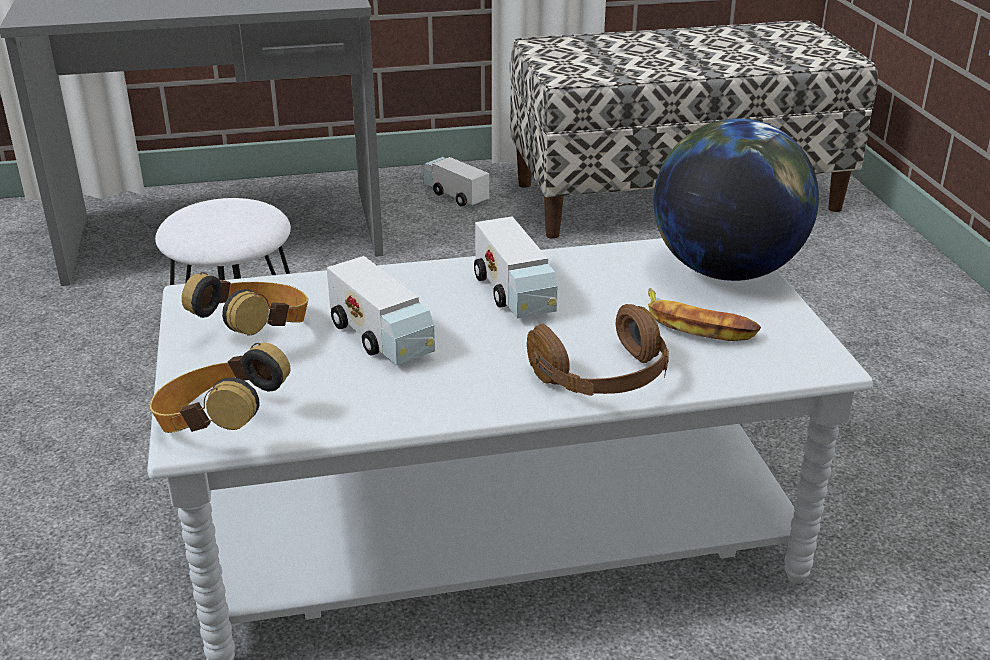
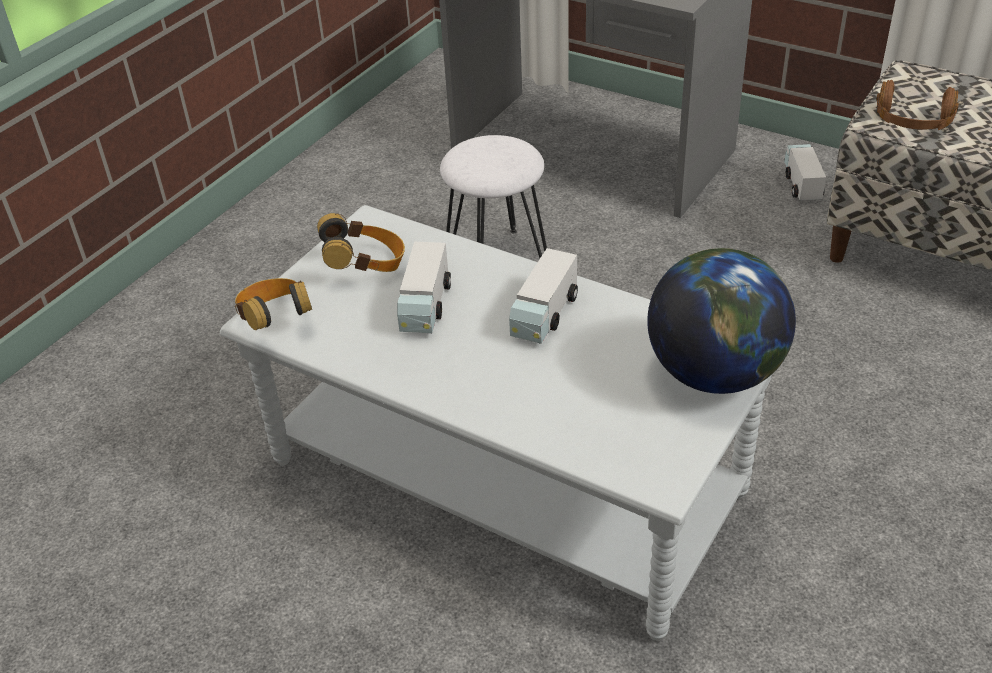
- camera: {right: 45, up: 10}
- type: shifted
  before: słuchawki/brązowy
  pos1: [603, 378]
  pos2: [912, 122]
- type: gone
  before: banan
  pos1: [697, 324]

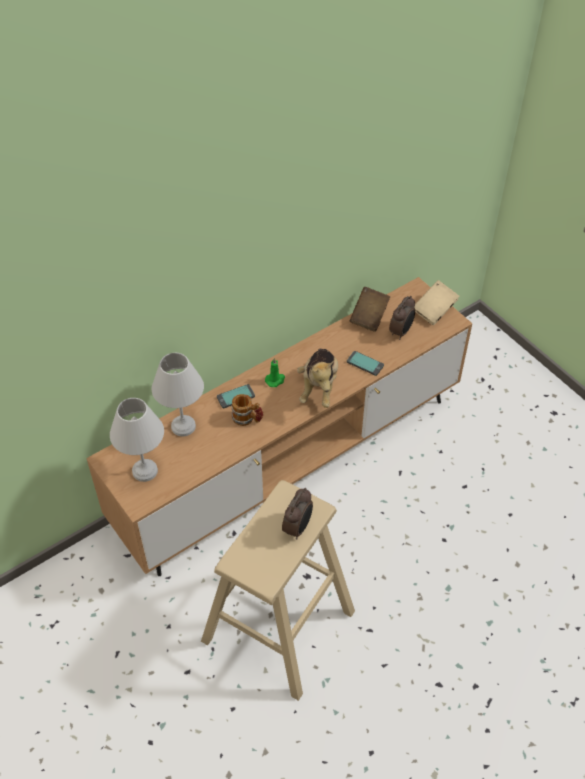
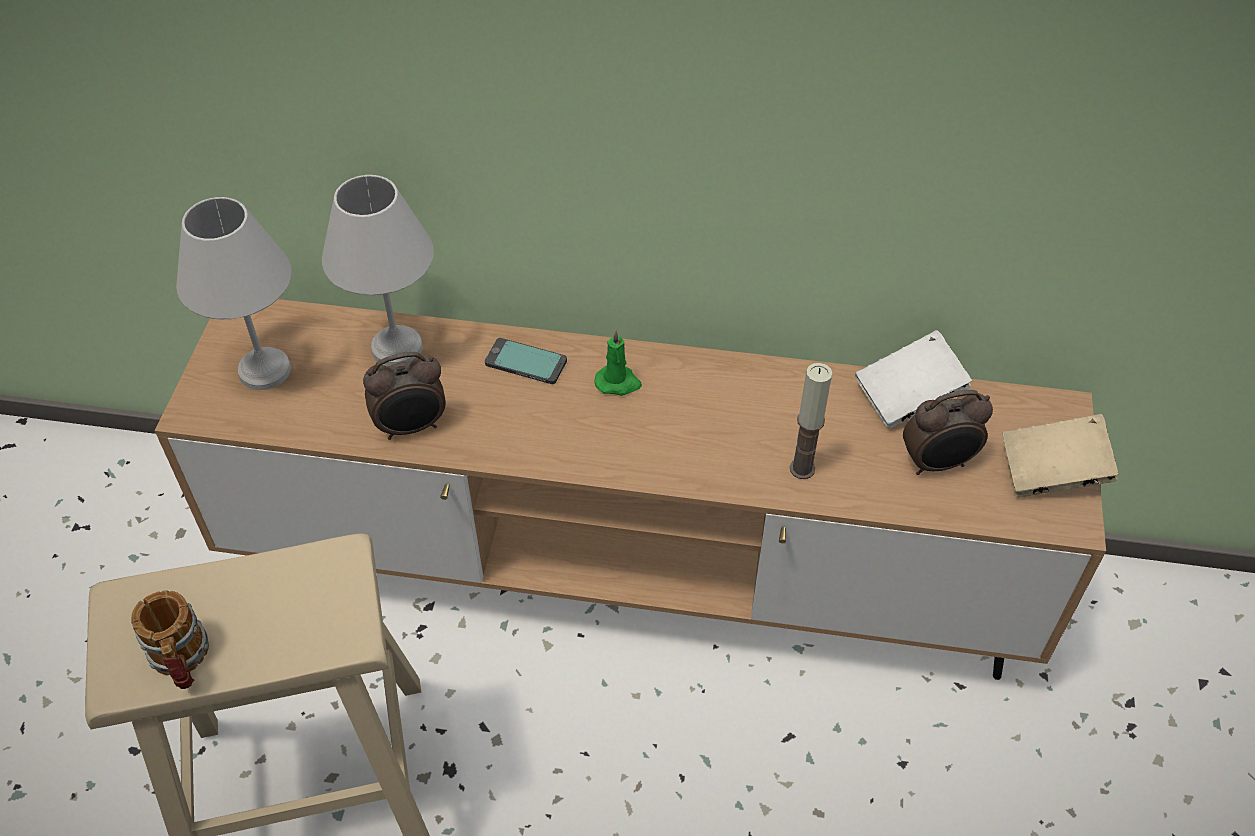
- camera: {right: 45, up: 0}
- type: shifted
  before: kubek
  pos1: [247, 419]
  pos2: [182, 661]
- type: shifted
  before: budzik
  pos1: [298, 527]
  pos2: [412, 427]
- type: swapped
  before: telefon
  after: świeca
  pos1: [365, 363]
  pos2: [802, 469]
- type: repainted
  before: książka/brązowy
  after: książka/biały
  pos1: [369, 317]
  pos2: [908, 396]
- type: gone
  before: pluszak
  pos1: [319, 387]

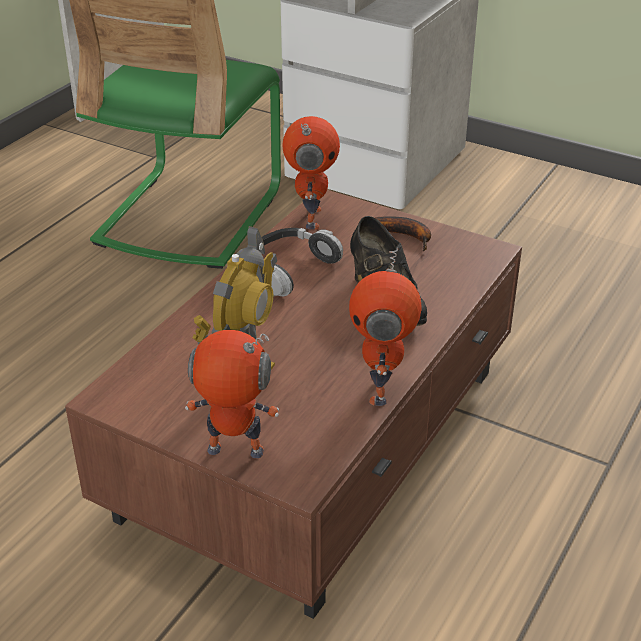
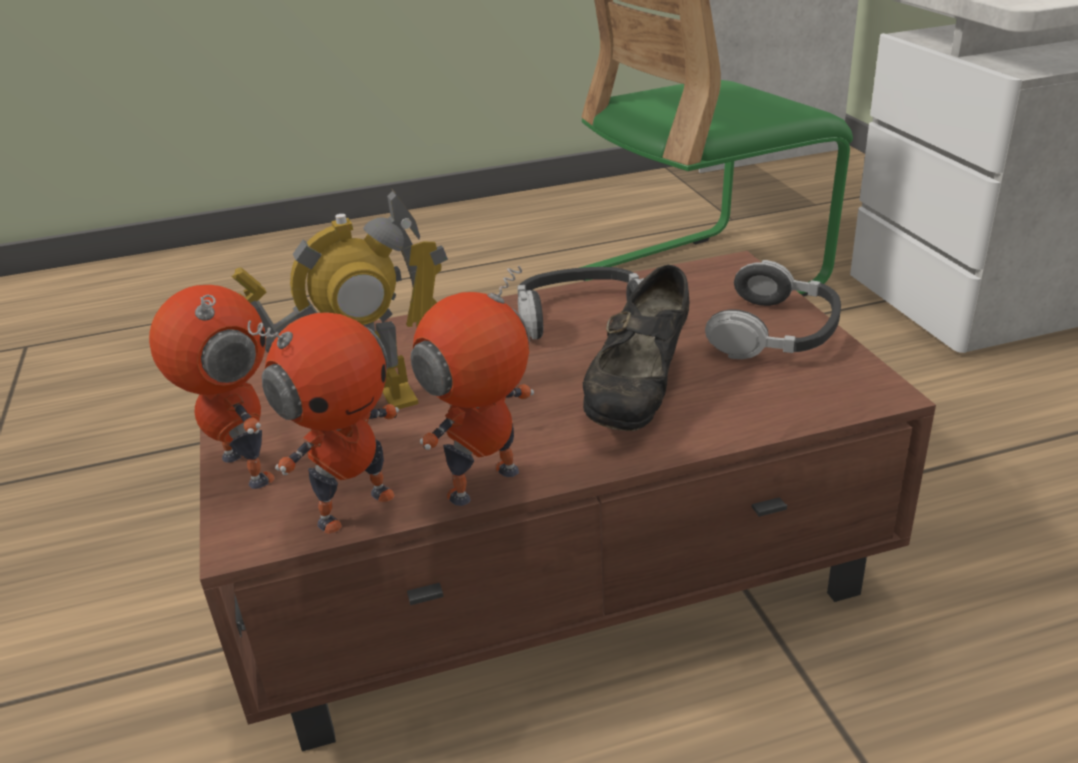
- camera: {right: 45, up: -5}
- type: shifted
  before: robot zabawkowy
  pos1: [310, 218]
  pos2: [354, 507]
- type: swapped
  before: banan
  after: słuchawki
  pos1: [404, 236]
  pos2: [776, 332]

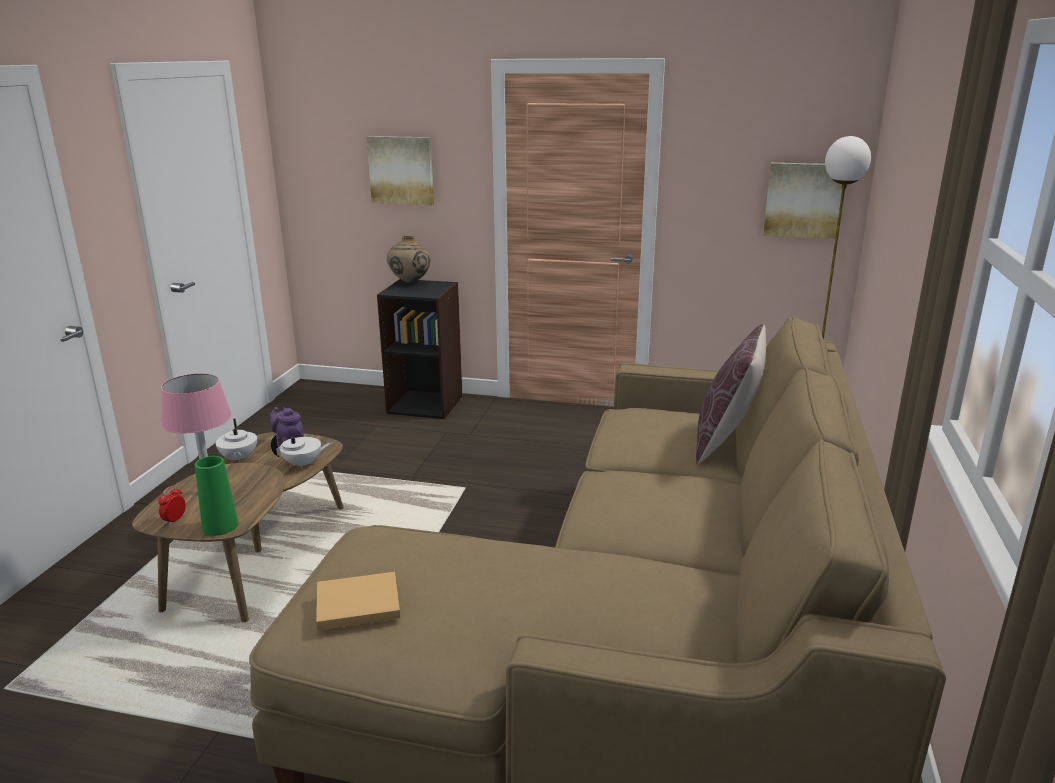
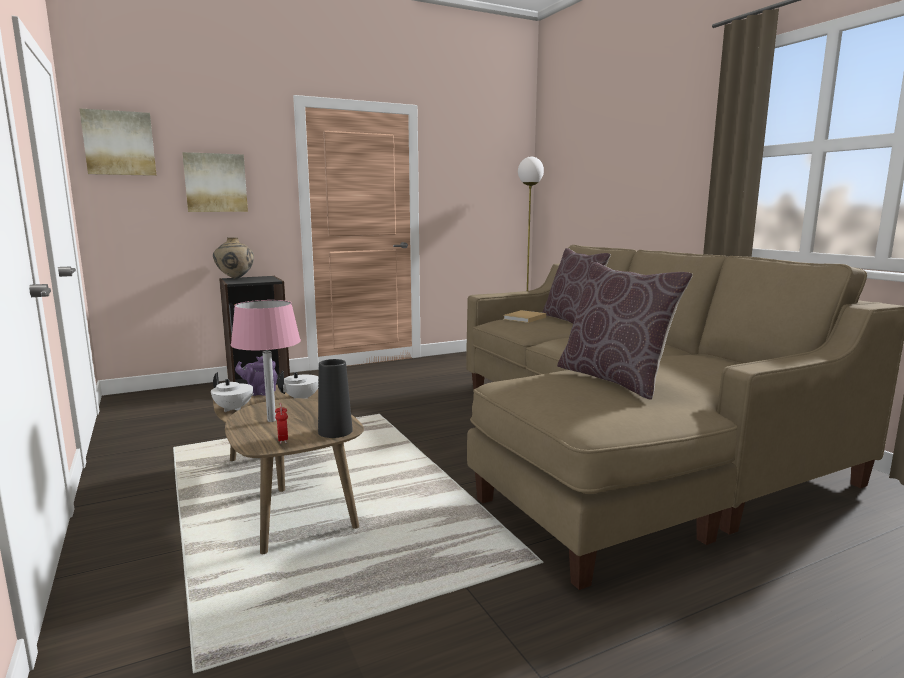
- camera: {right: -40, up: -10}
- type: shifted
  before: obraz
  pos1: [803, 200]
  pos2: [119, 143]
- type: repainted
  before: wazon/zielony
  after: wazon/czarny
  pos1: [220, 526]
  pos2: [335, 431]
- type: shifted
  before: książka/beżowy
  pos1: [355, 604]
  pos2: [524, 318]
- type: new
  after: poduszka/brązowy
  pos2: [614, 379]

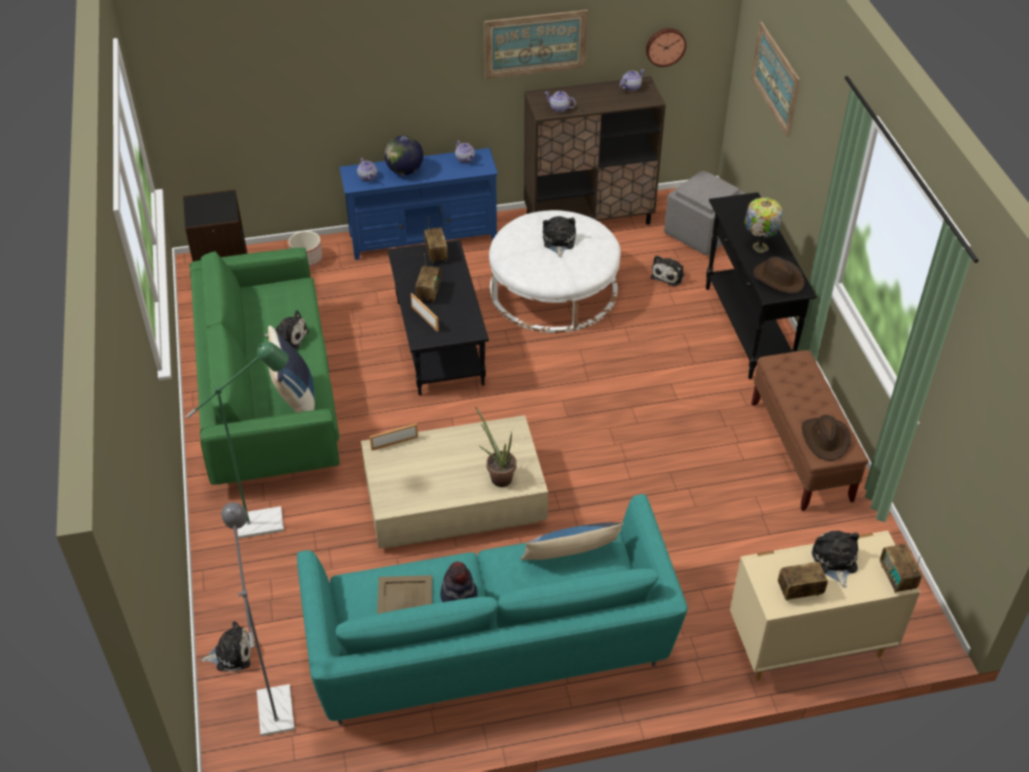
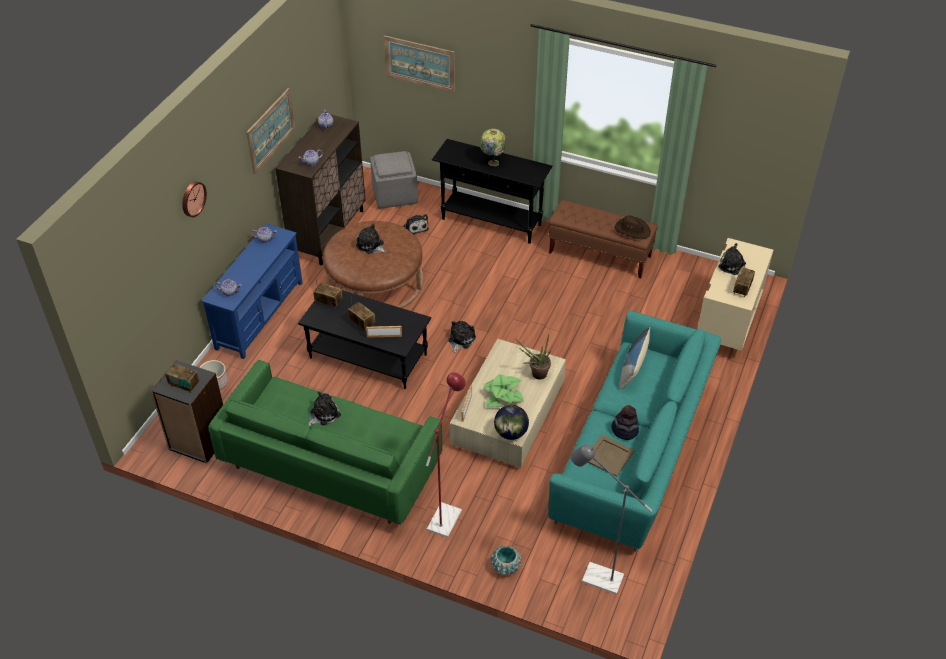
- camera: {right: -55, up: 0}
- type: shifted
  before: radio
  pos1: [897, 577]
  pos2: [184, 385]
- type: shifted
  before: zegar ścienny
  pos1: [665, 46]
  pos2: [192, 198]
- type: repainted
  before: pufa/biały
  after: pufa/brązowy
  pos1: [553, 289]
  pos2: [374, 281]
- type: repainted
  before: lampa stojąca/zielony
  after: lampa stojąca/czerwony
  pos1: [269, 521]
  pos2: [447, 514]
- type: shifted
  before: pluszak
  pos1: [231, 654]
  pos2: [460, 340]
- type: new
  after: roślina doniczkowa
  pos2: [503, 395]
- type: new
  after: donica/turkusowy
  pos2: [505, 566]
- type: shifted
  before: globus
  pos1: [405, 171]
  pos2: [511, 433]
- type: gone
  before: poduszka/niebieski
  pos1: [295, 399]
- type: gone
  before: kapelusz/brązowy
  pos1: [778, 278]

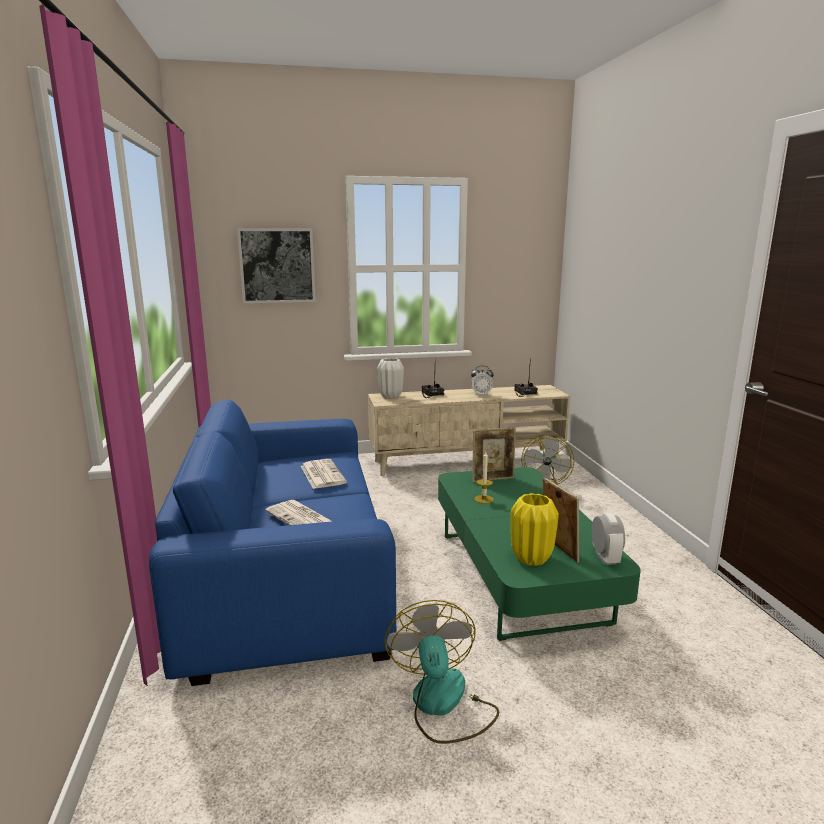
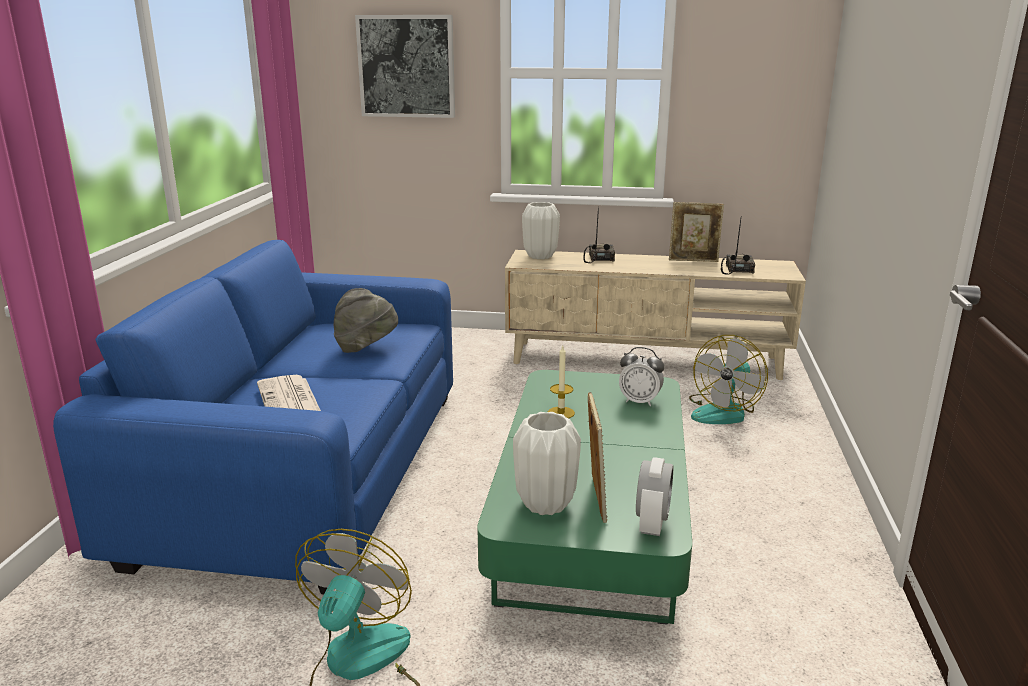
- camera: {right: 20, up: 5}
- type: swapped
  before: gazeta
  after: kapelusz/szary
  pos1: [321, 474]
  pos2: [366, 348]
- type: repainted
  before: wazon/żółty
  after: wazon/biały
  pos1: [532, 559]
  pos2: [546, 505]
- type: shifted
  before: budzik
  pos1: [481, 394]
  pos2: [640, 401]
- type: shifted
  before: ramka na zdjęcie
  pos1: [493, 479]
  pos2: [693, 260]

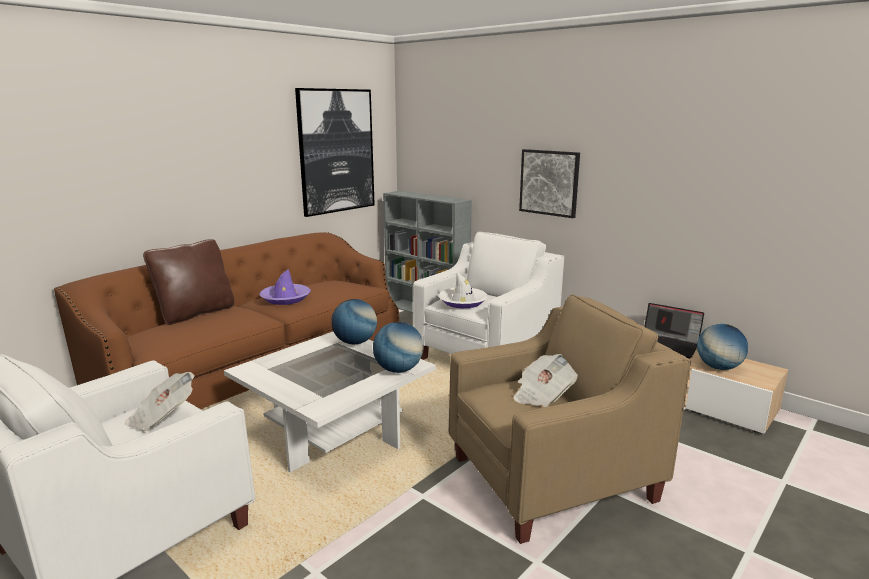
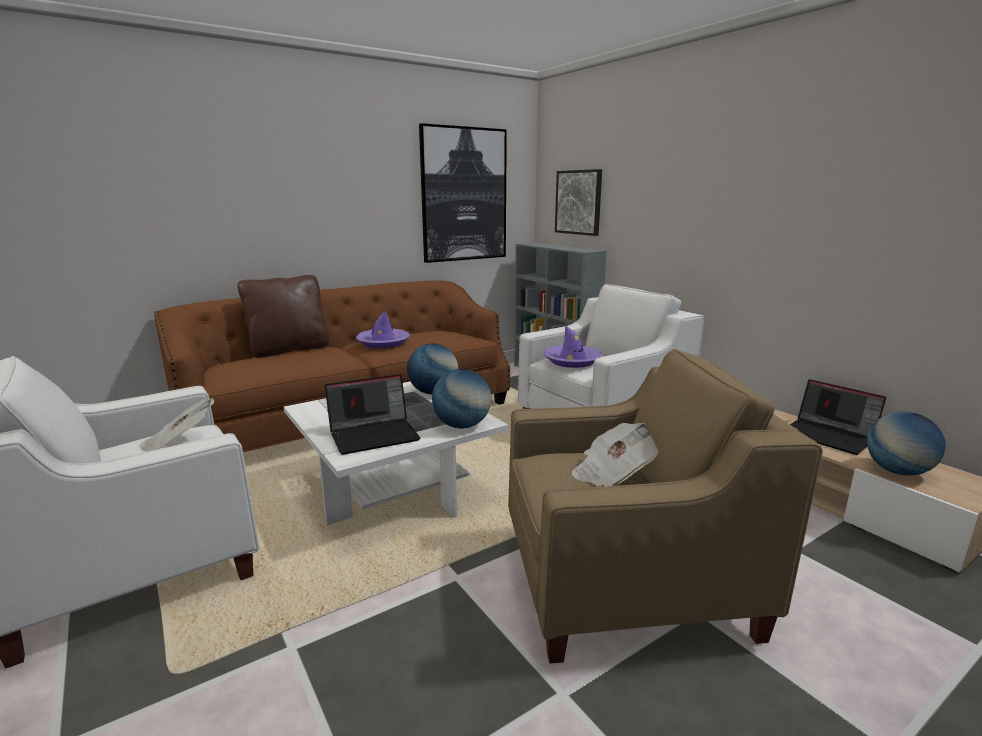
- camera: {right: 15, up: 0}
- type: new
  after: laptop
  pos2: [375, 435]
- type: repainted
  before: kapelusz/biały
  after: kapelusz/fioletowy
  pos1: [463, 302]
  pos2: [572, 361]
- type: shifted
  before: obraz
  pos1: [549, 182]
  pos2: [578, 202]

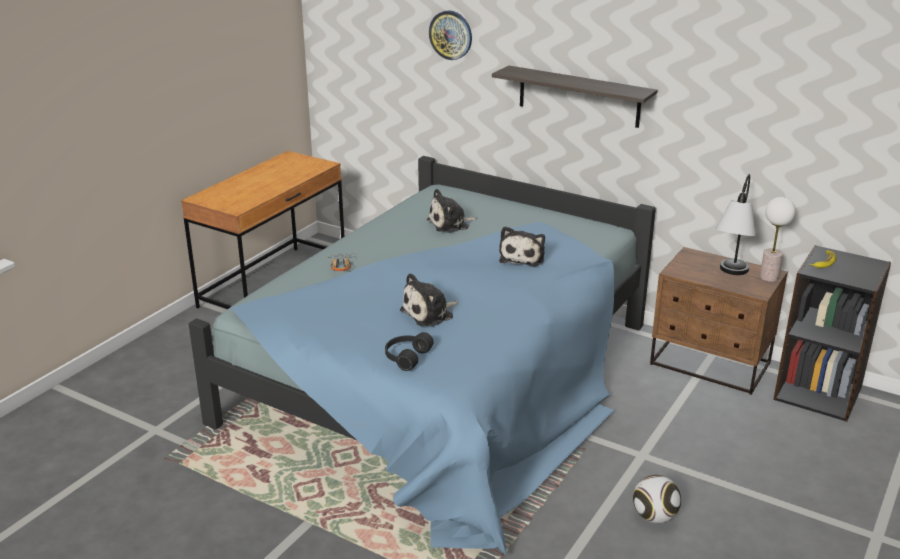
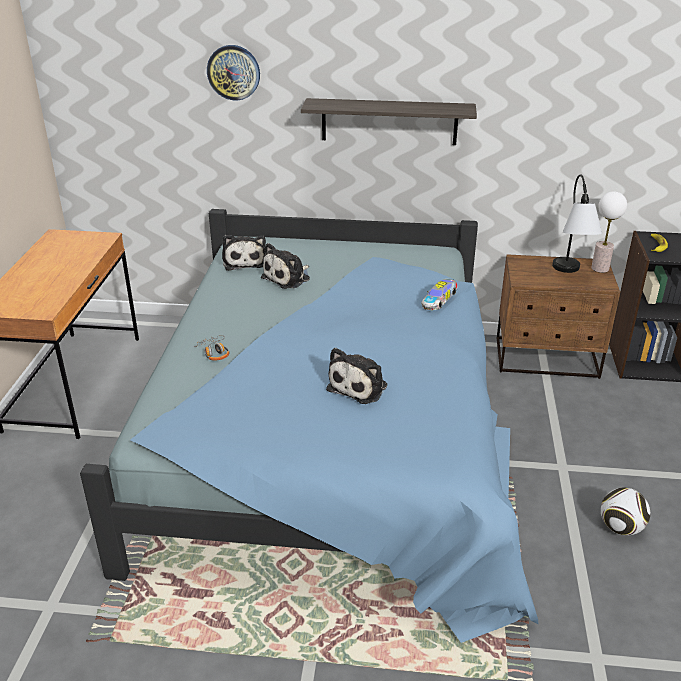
- camera: {right: -25, up: 5}
- type: shifted
  before: pluszak
  pos1: [523, 257]
  pos2: [244, 261]
- type: new
  after: samochodzik
  pos2: [439, 301]
- type: gone
  before: słuchawki/czarny
  pos1: [405, 357]

